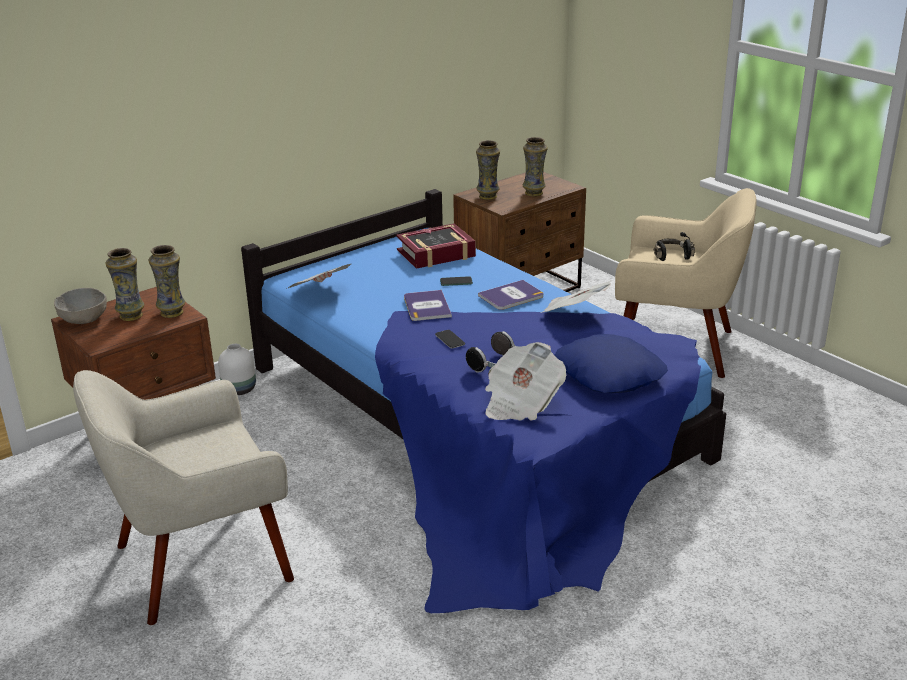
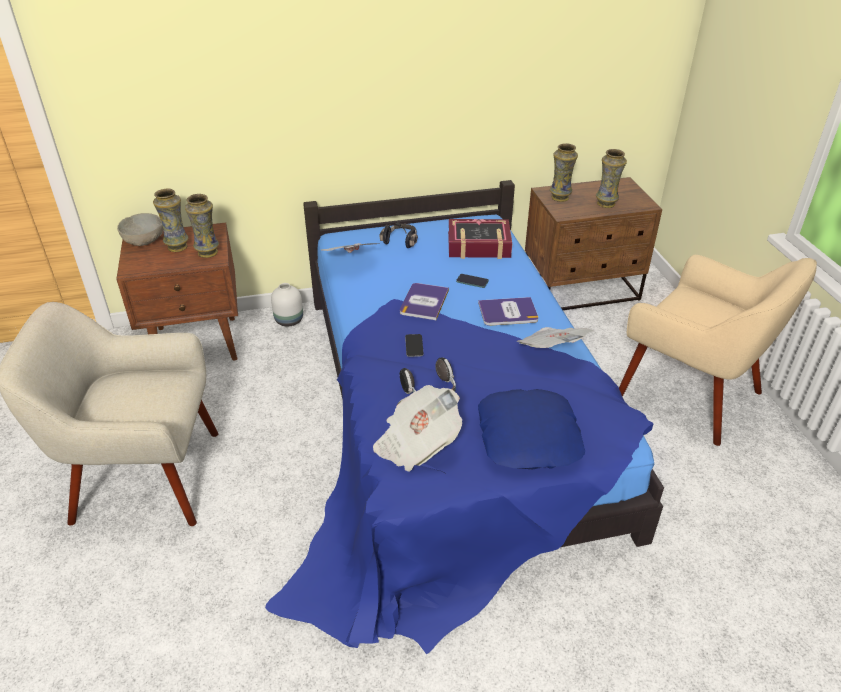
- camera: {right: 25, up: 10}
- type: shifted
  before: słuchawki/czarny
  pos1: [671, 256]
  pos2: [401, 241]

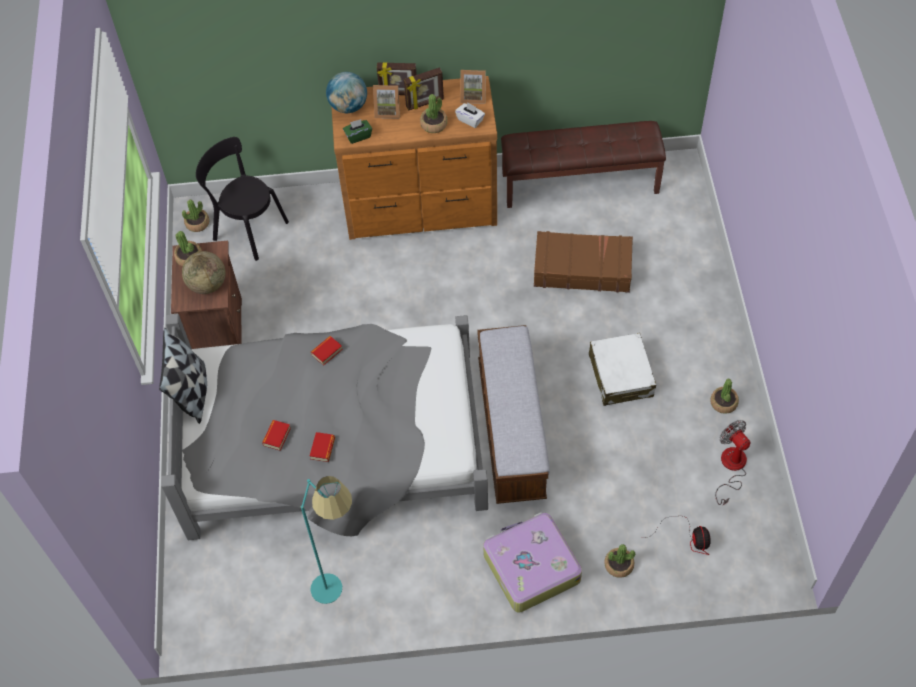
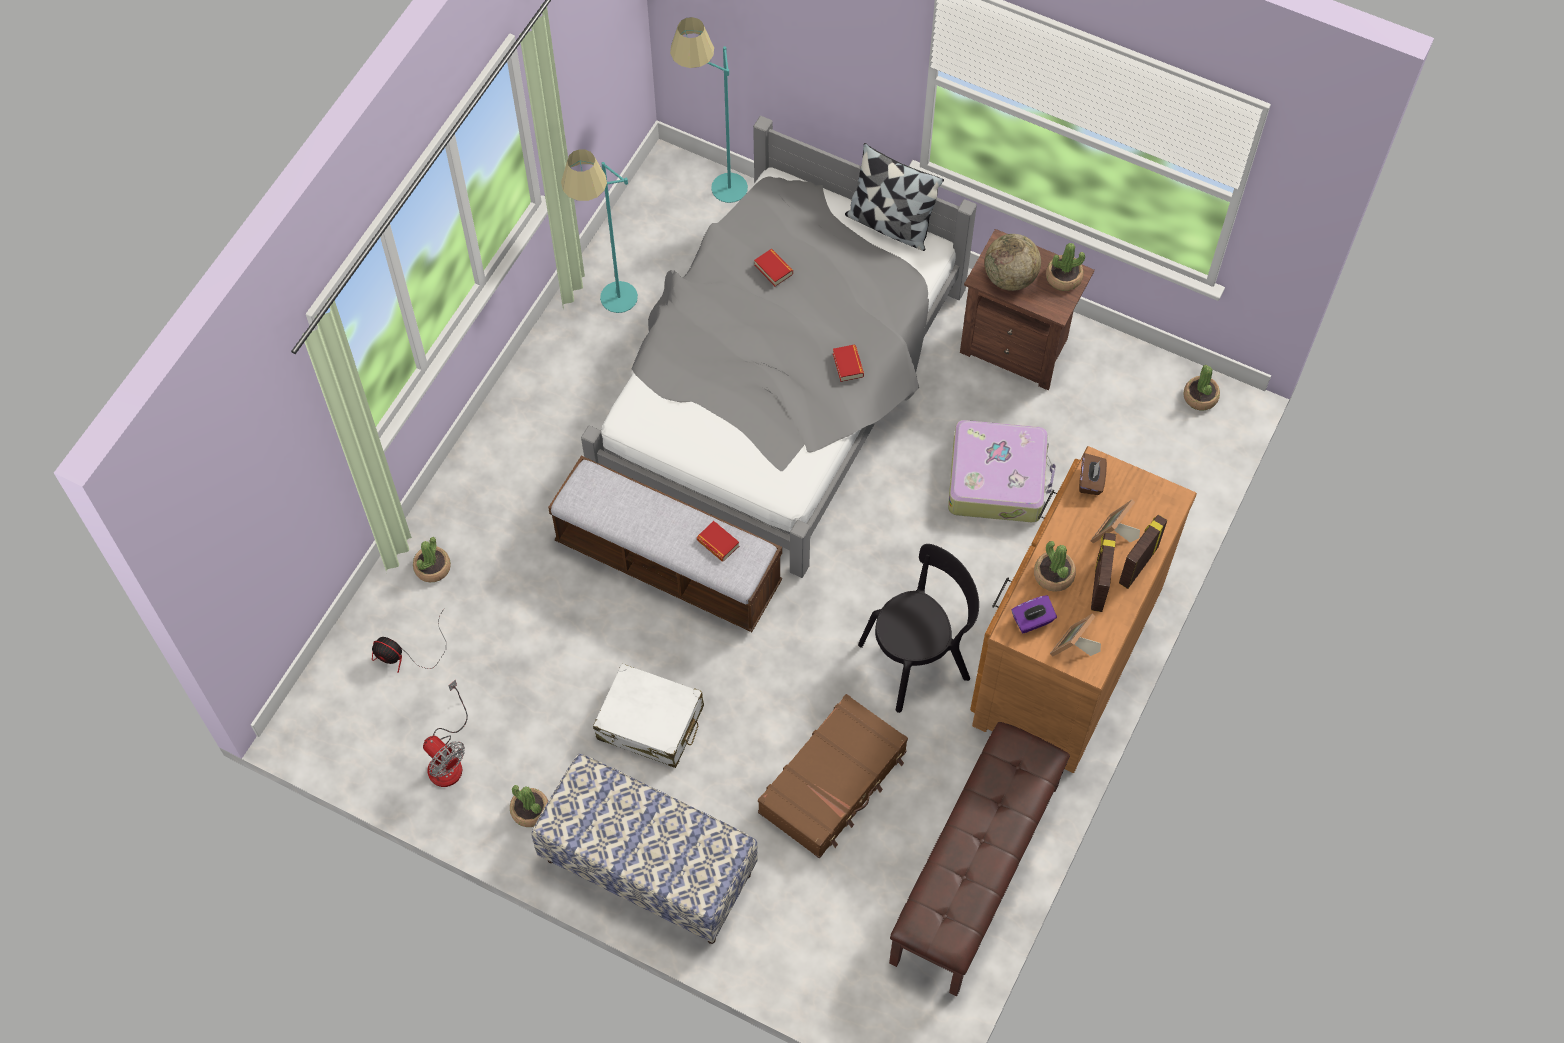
- camera: {right: 120, up: 5}
- type: rotated
  before: wentylator
  pos1: [731, 467]
  pos2: [447, 758]
  turn: 45
- type: new
  after: ławka
  pos2: [648, 867]
- type: new
  after: lampa stojąca/turkusowy
  pos2: [714, 193]
- type: shifted
  before: książka
  pos1: [322, 448]
  pos2: [718, 543]
- type: shifted
  before: krzesło/czarny
  pos1: [248, 229]
  pos2: [919, 658]
- type: shifted
  before: walizka
  pos1: [530, 567]
  pos2: [998, 479]
- type: repainted
  before: pudełko chusteczek/biały
  after: pudełko chusteczek/fioletowy
  pos1: [470, 120]
  pos2: [1032, 621]
- type: repainted
  before: pudełko chusteczek/zielony
  after: pudełko chusteczek/brązowy
  pos1: [358, 136]
  pos2: [1091, 481]
- type: gone
  before: globus
  pos1: [348, 106]

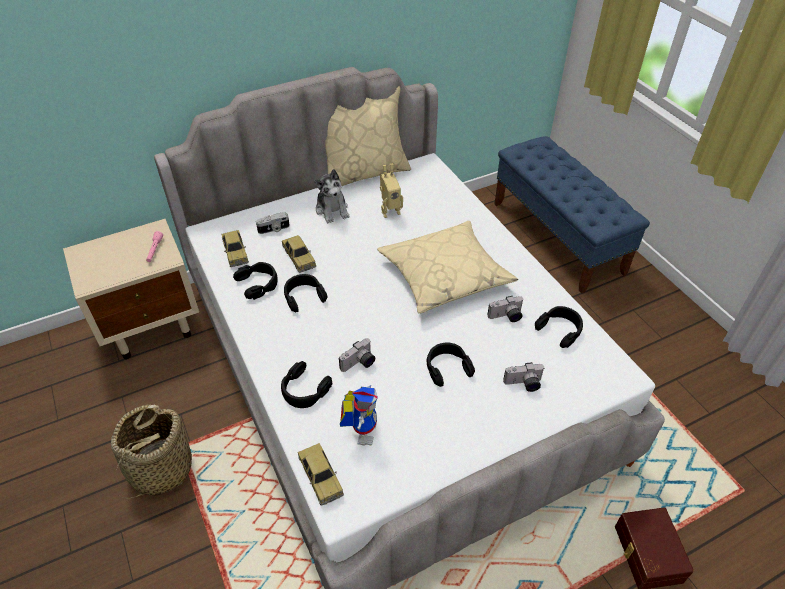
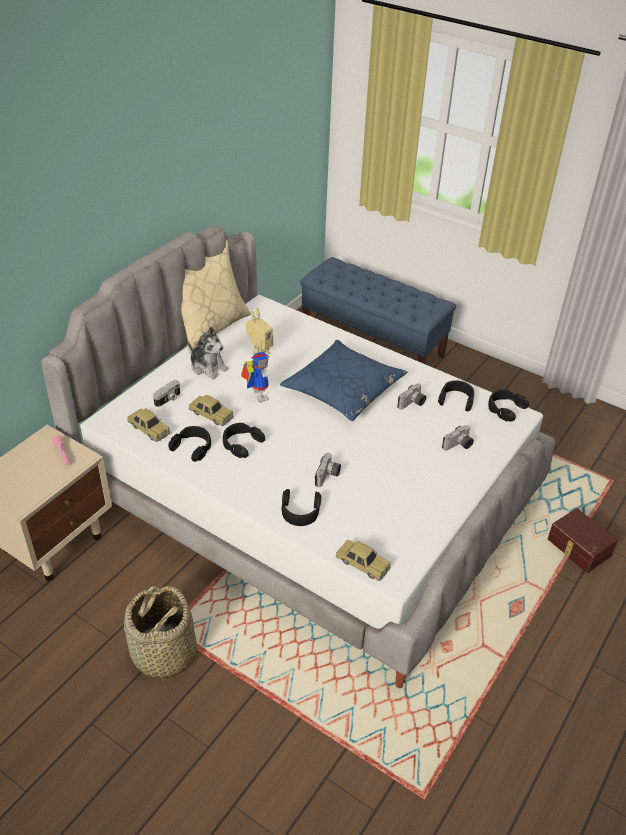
- camera: {right: -30, up: -5}
- type: shifted
  before: robot zabawkowy
  pos1: [362, 429]
  pos2: [256, 394]
- type: repainted
  before: poduszka/beżowy
  after: poduszka/niebieski
  pos1: [444, 275]
  pos2: [343, 389]
- type: shifted
  before: słuchawki/czarny
  pos1: [447, 368]
  pos2: [505, 408]

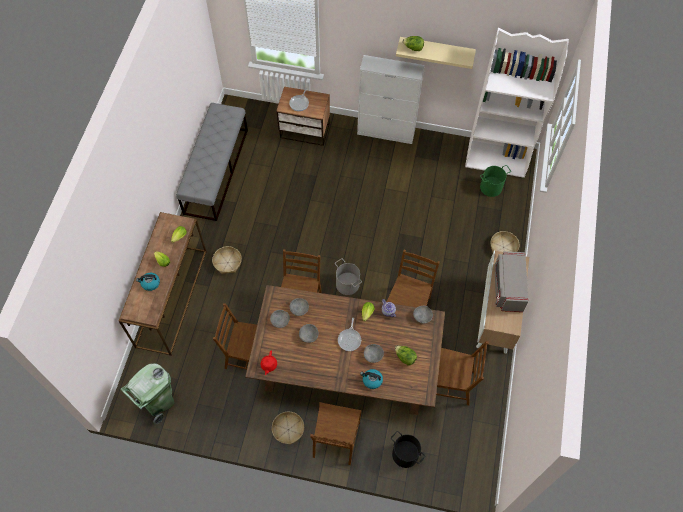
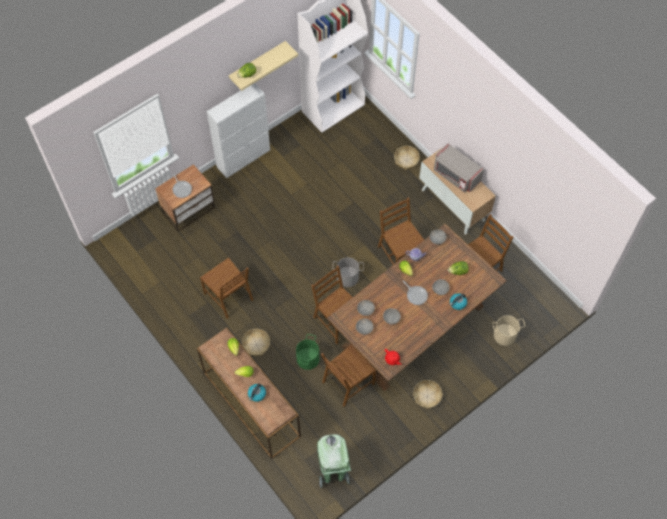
- camera: {right: -50, up: 0}
- type: shifted
  before: krzesło/brązowy
  pos1: [336, 440]
  pos2: [229, 296]
- type: shifted
  before: wiadro/zielony
  pos1: [491, 187]
  pos2: [308, 359]
- type: repainted
  before: wiadro/czarny
  after: wiadro/beżowy
  pos1: [405, 454]
  pos2: [505, 335]
- type: gone
  before: ławka/szary
  pos1: [216, 170]

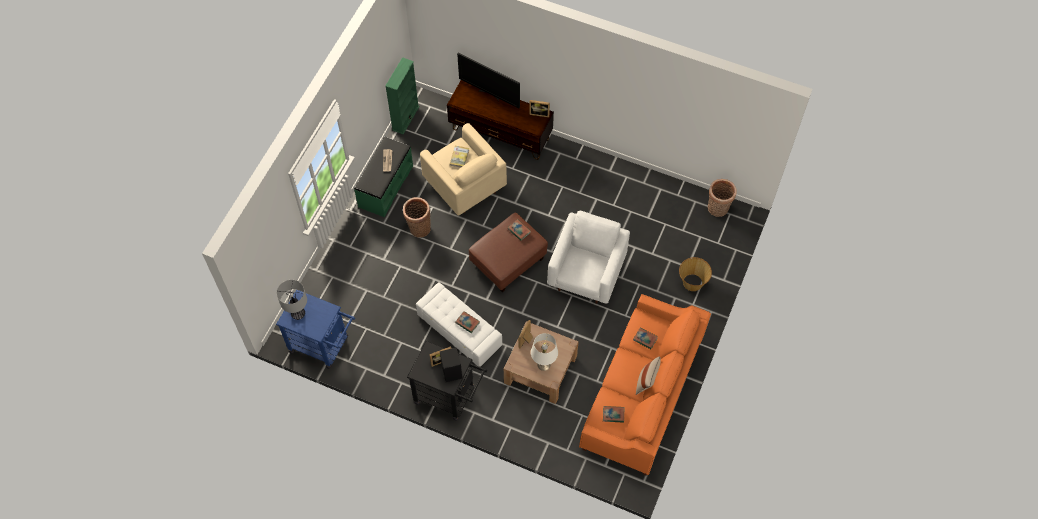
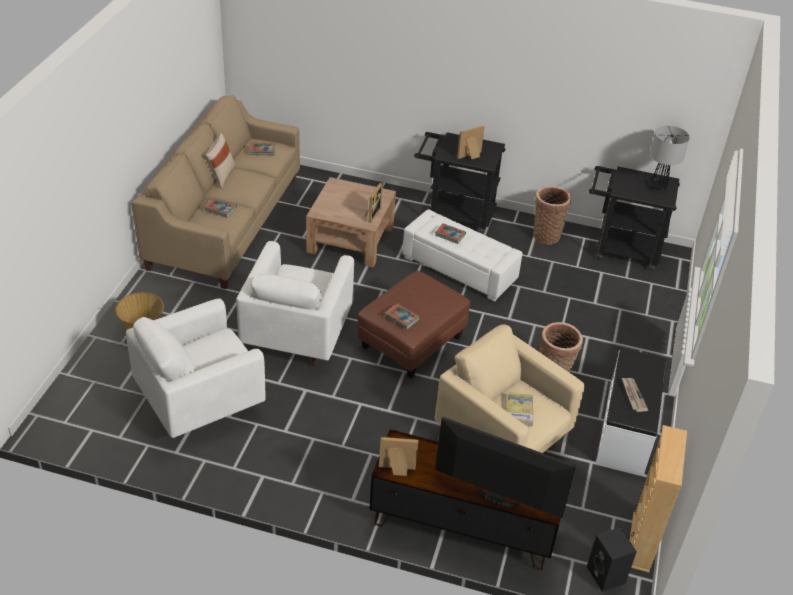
- camera: {right: 170, up: -20}
- type: new
  after: fotel/biały
  pos2: [200, 400]
- type: repainted
  before: kanapa/pomarańczowy
  after: kanapa/beżowy
  pos1: [641, 395]
  pos2: [225, 222]
- type: shifted
  before: koszyk
  pos1: [717, 209]
  pos2: [546, 235]
- type: shifted
  before: głośnik/czarny
  pos1: [451, 371]
  pos2: [607, 575]
- type: repainted
  before: wózek/niebieski
  after: wózek/czarny
  pos1: [323, 346]
  pos2: [620, 249]
- type: repainted
  before: ławka/zielony
  after: ławka/biały
  pos1: [385, 186]
  pos2: [626, 429]
- type: repainted
  before: regał/zielony
  after: regał/beżowy
  pos1: [405, 118]
  pos2: [641, 542]
- type: gone
  before: lampa stołowa/biały
  pos1: [544, 364]

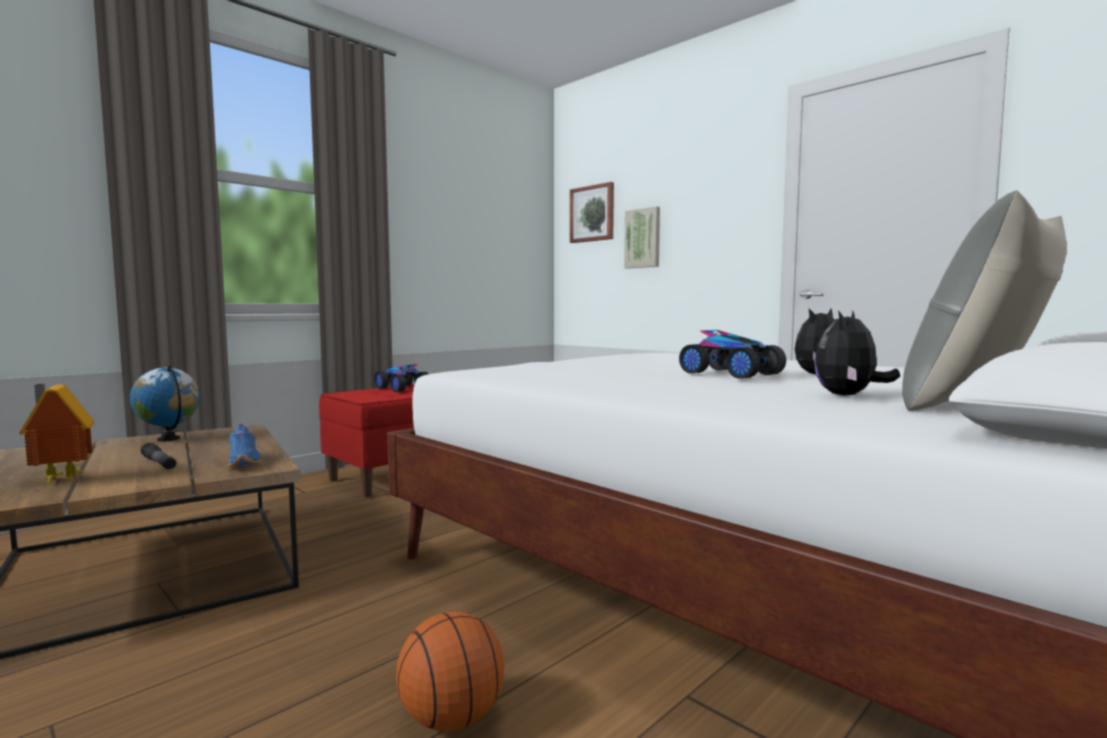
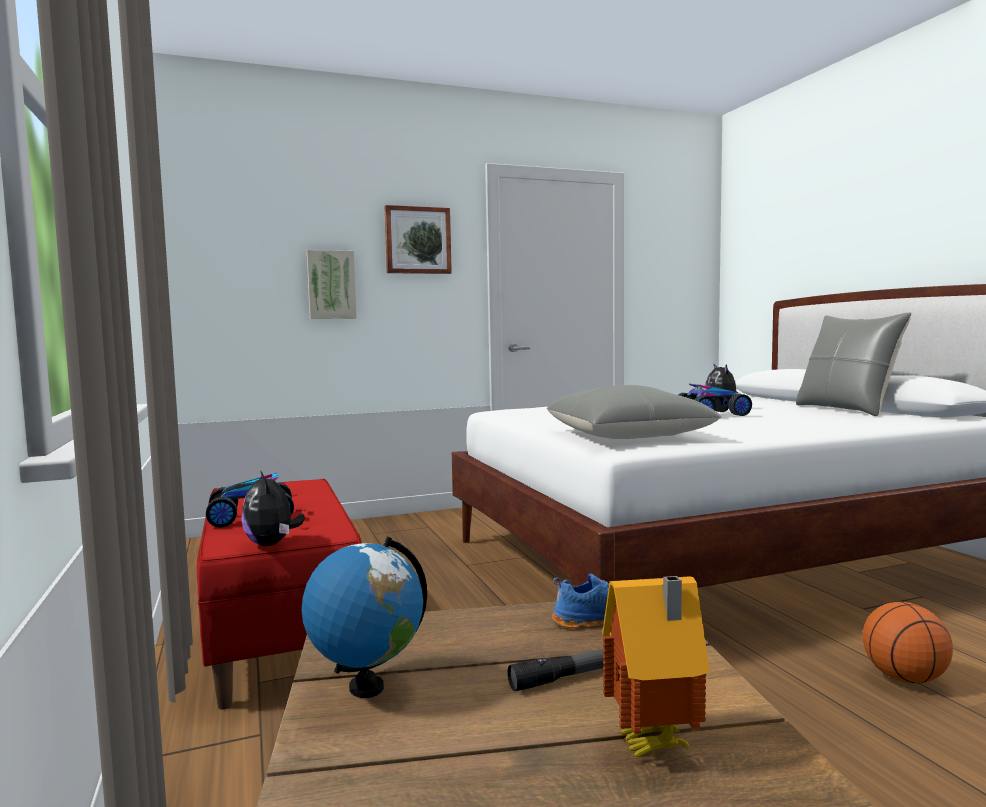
- camera: {right: -65, up: 0}
- type: shifted
  before: pluszak
  pos1: [848, 396]
  pos2: [272, 544]
- type: shifted
  before: obraz
  pos1: [592, 213]
  pos2: [417, 240]
- type: new
  after: poduszka/szary
  pos2: [627, 435]

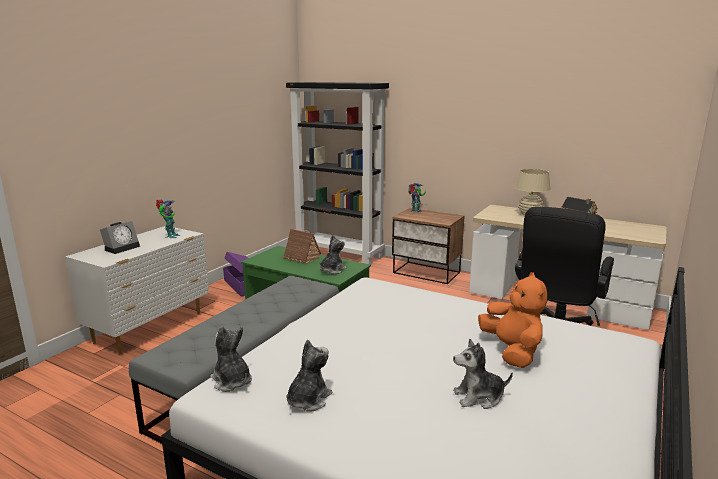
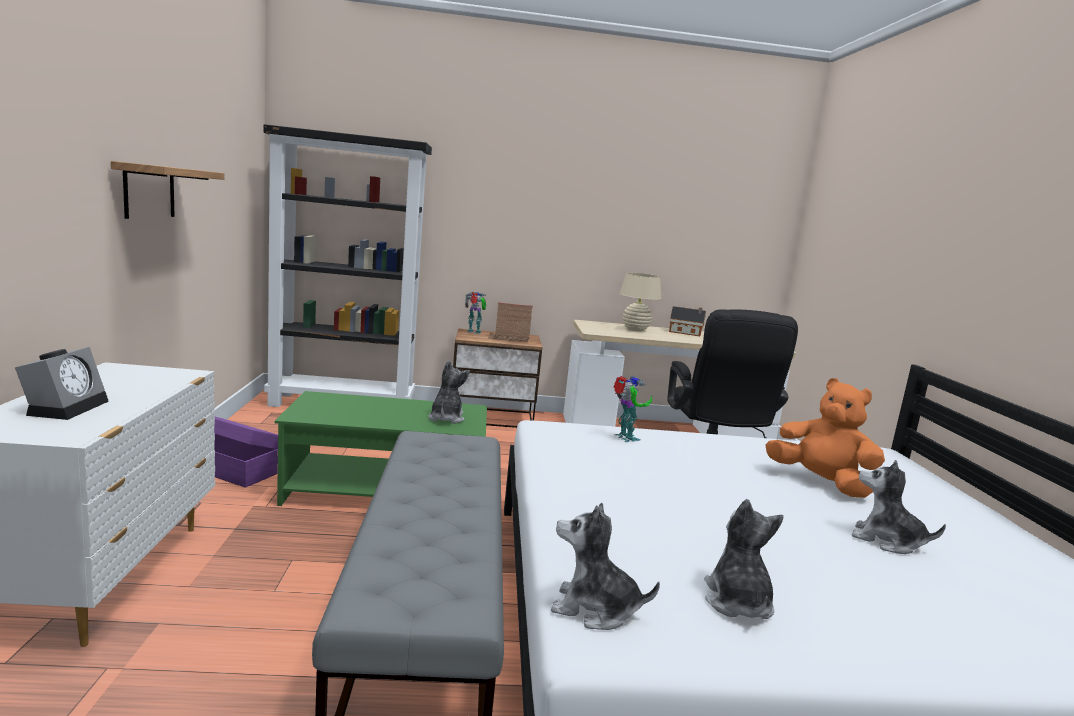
- camera: {right: -35, up: -5}
- type: new
  after: półka
  pos2: [149, 191]
- type: shifted
  before: domek
  pos1: [300, 258]
  pos2: [509, 337]
- type: shifted
  before: robot zabawkowy
  pos1: [170, 236]
  pos2: [625, 438]
- type: rotated
  before: pluszak
  pos1: [479, 397]
  pos2: [886, 541]
  turn: 75

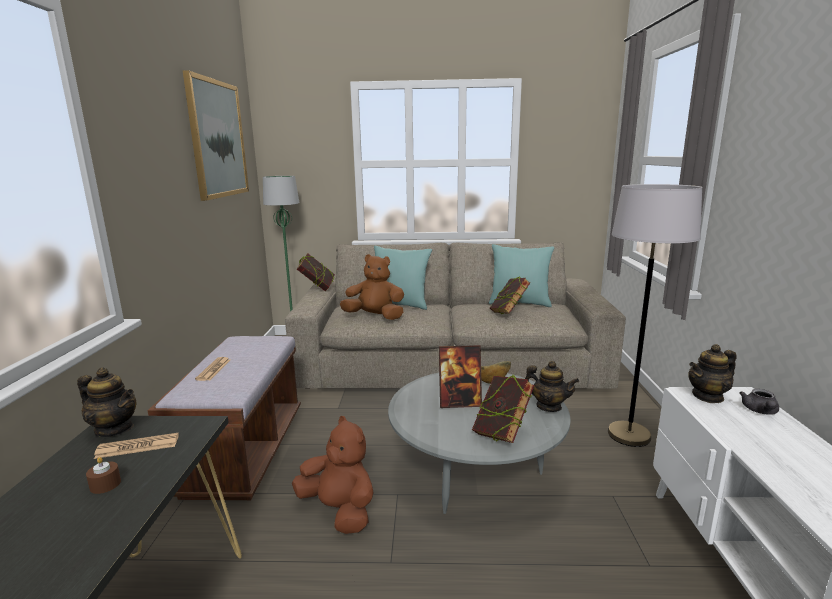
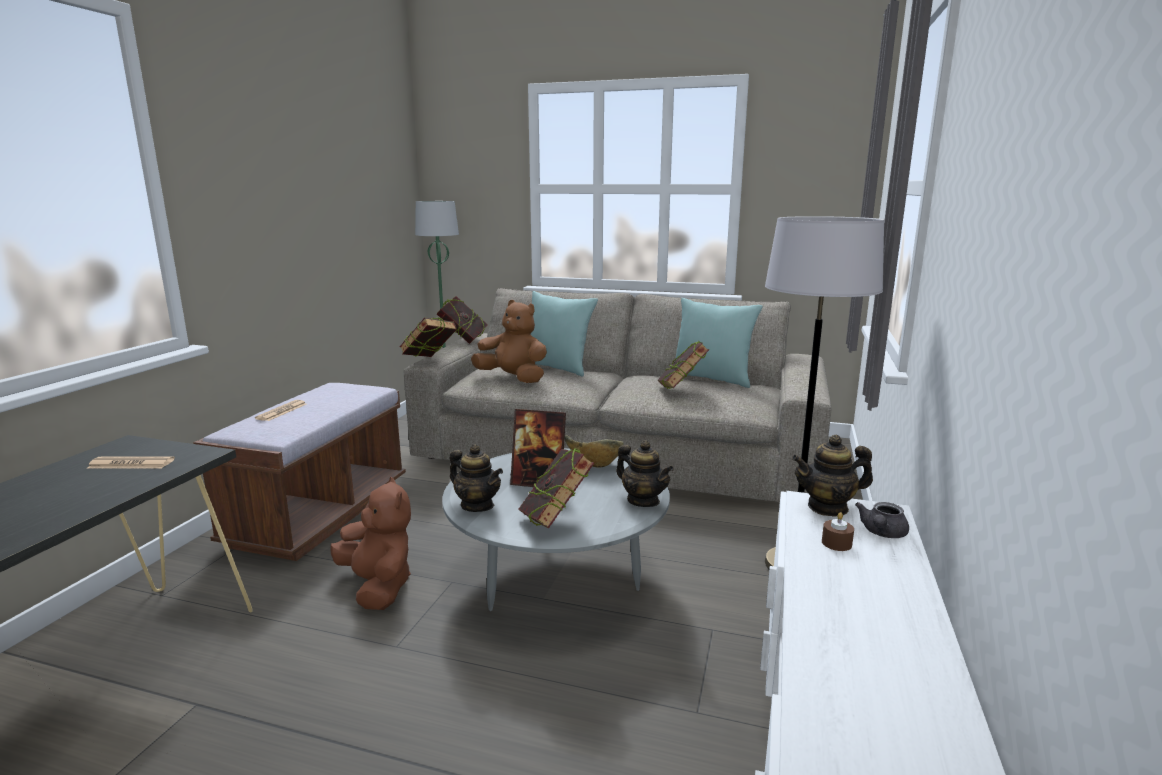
- camera: {right: 15, up: 0}
- type: new
  after: książka
  pos2: [429, 361]
- type: shifted
  before: imbryk
  pos1: [114, 429]
  pos2: [477, 505]
- type: shifted
  before: świeca/brązowy
  pos1: [105, 484]
  pos2: [836, 543]
- type: gone
  before: obraz
  pos1: [217, 139]

